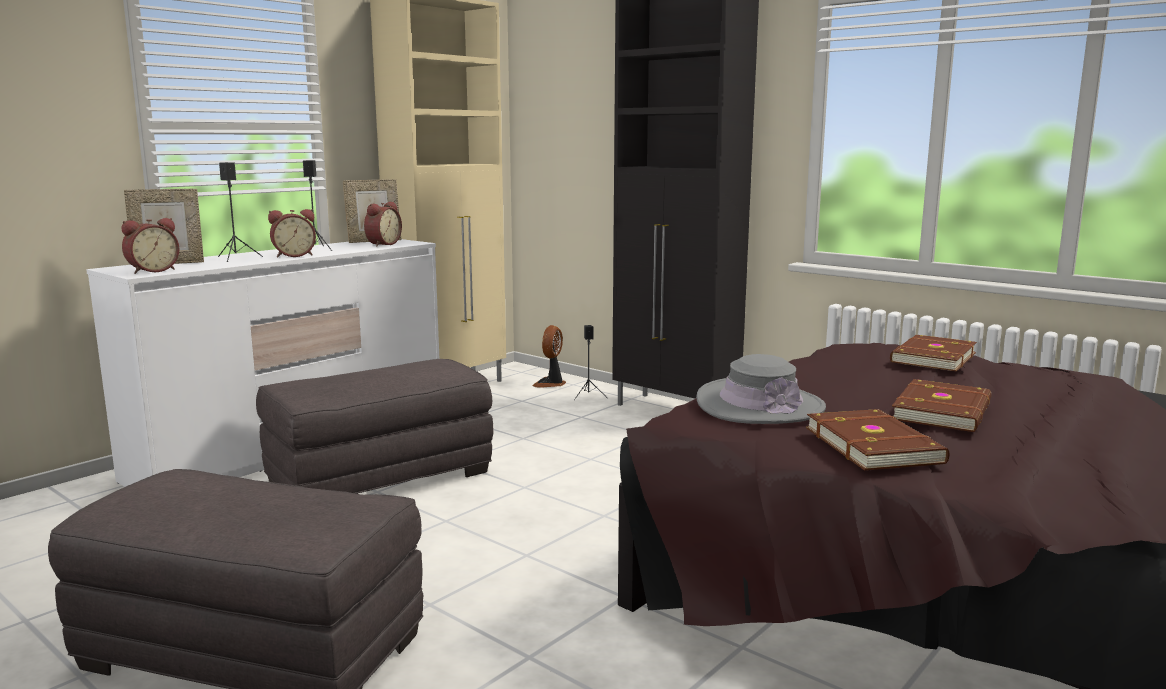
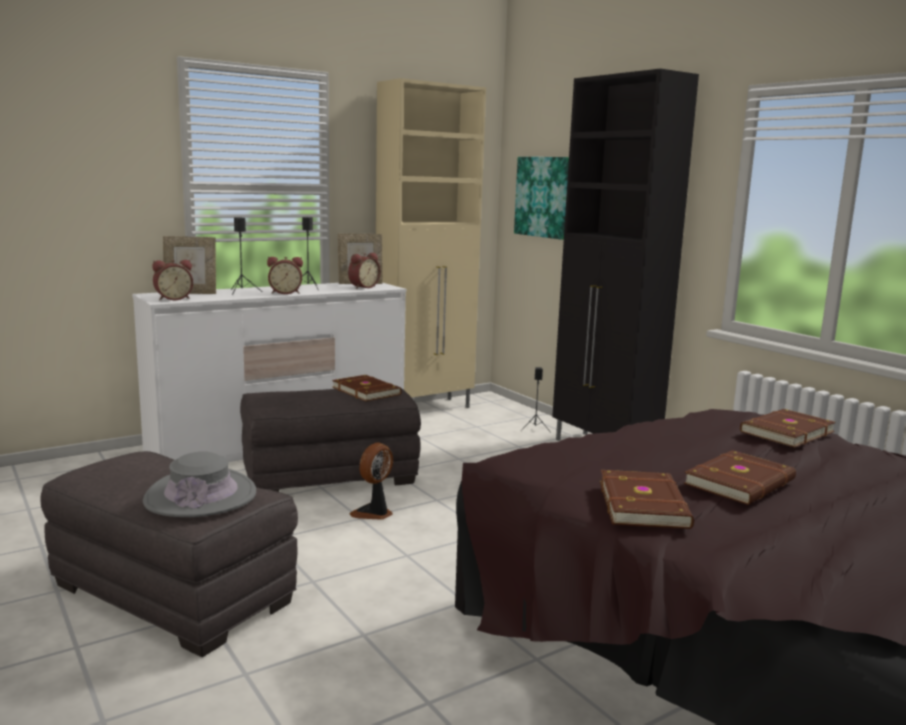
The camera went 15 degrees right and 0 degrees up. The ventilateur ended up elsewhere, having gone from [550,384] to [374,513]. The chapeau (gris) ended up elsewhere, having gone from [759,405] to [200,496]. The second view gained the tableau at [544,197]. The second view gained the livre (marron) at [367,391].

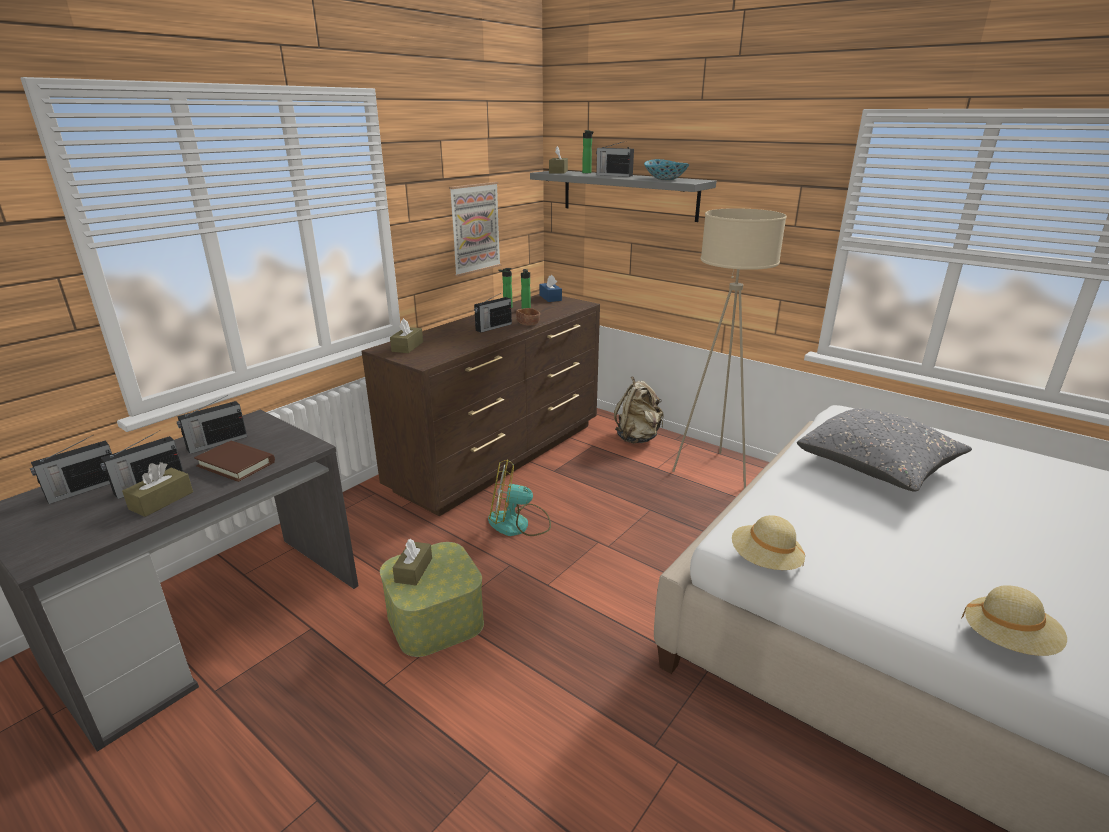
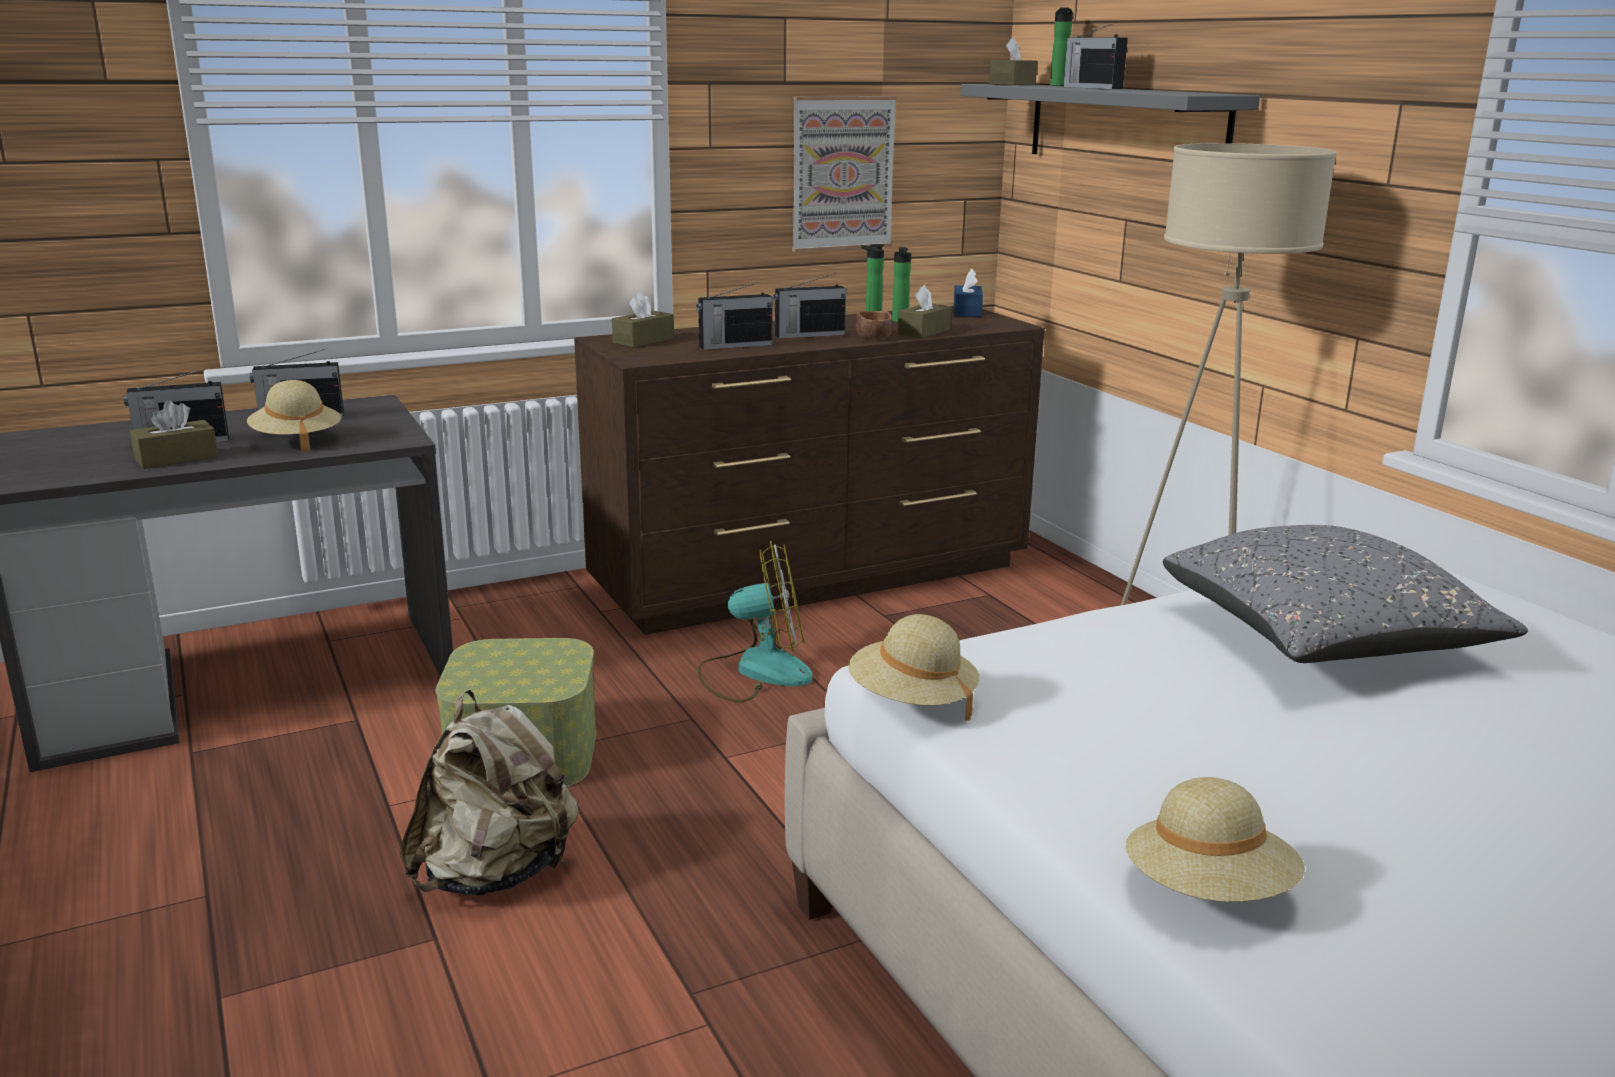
The camera went 25 degrees right and 5 degrees down. The second view lost the bol at [665,179]. The sac à dos (beige) ended up elsewhere, having gone from [637,438] to [496,874]. The radio ended up elsewhere, having gone from [82,489] to [734,345]. Where the livre (marron) stood at [236,464], the chapeau (beige) came to stand at [296,441]. The ventilateur at [518,524] ended up facing another way, 150 degrees clockwise from before. The boîte à mouchoirs (marron) ended up elsewhere, having gone from [413,570] to [924,332].

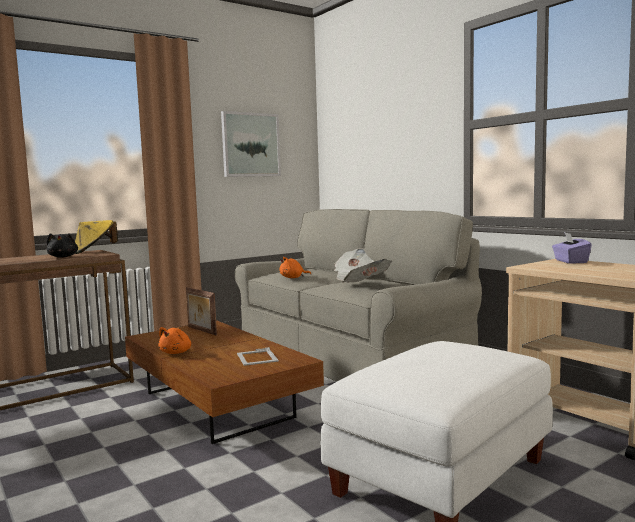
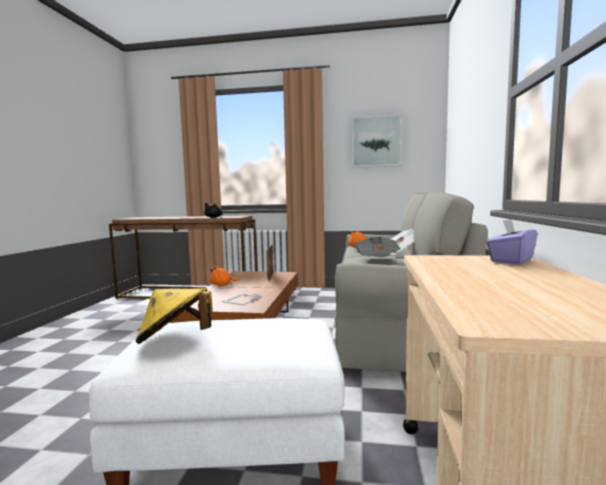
The camera went 45 degrees right and 0 degrees up. The chapeau (jaune) ended up elsewhere, having gone from [94,252] to [175,339].

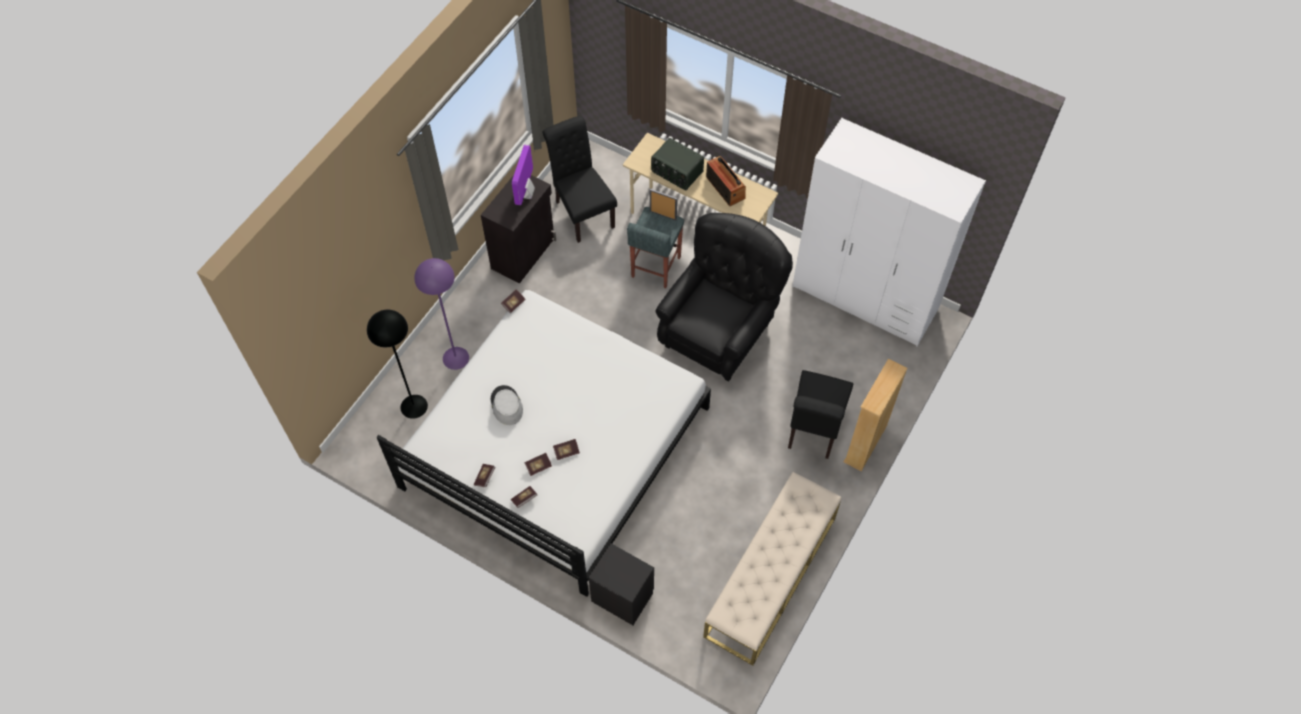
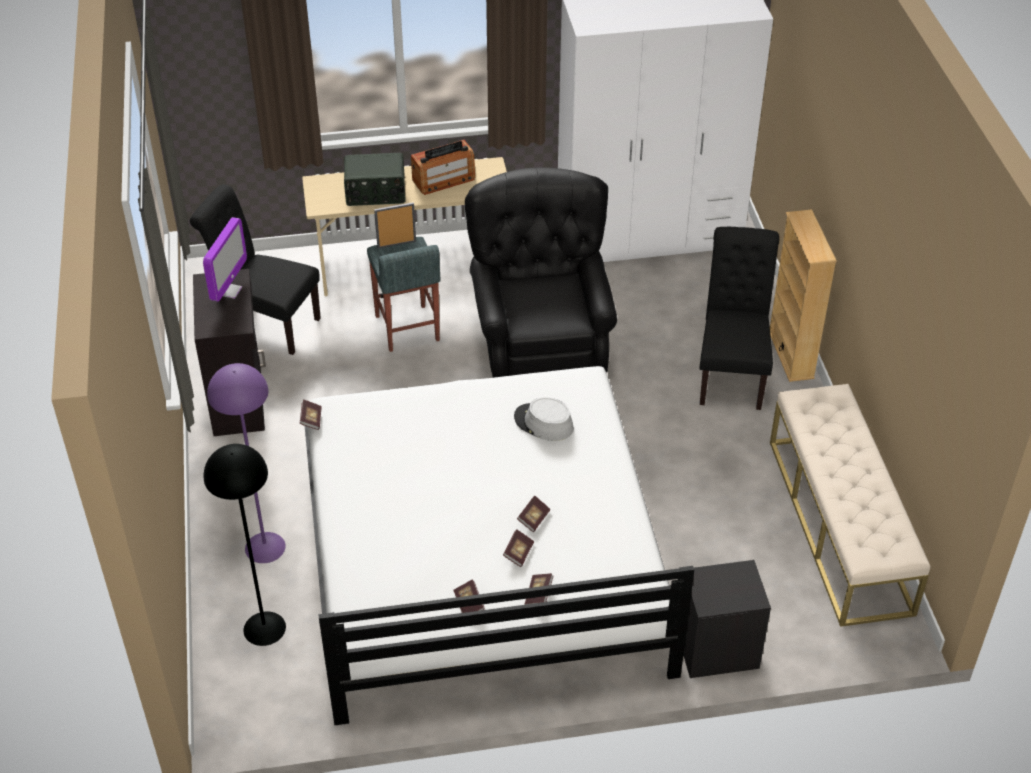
The camera went 40 degrees left and 15 degrees down. The écran d'ordinateur at [526,193] ended up facing another way, 135 degrees counterclockwise from before. The radio at [725,188] ended up facing another way, 135 degrees clockwise from before. The chaise (noir) at [813,431] ended up facing another way, 150 degrees counterclockwise from before. The chapeau (gris) ended up elsewhere, having gone from [506,405] to [543,423].

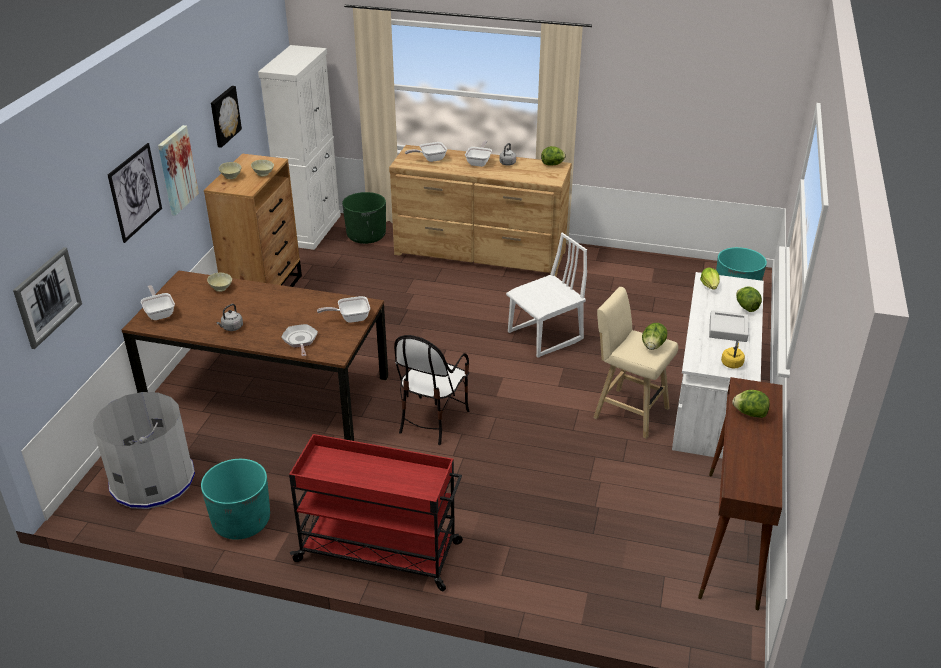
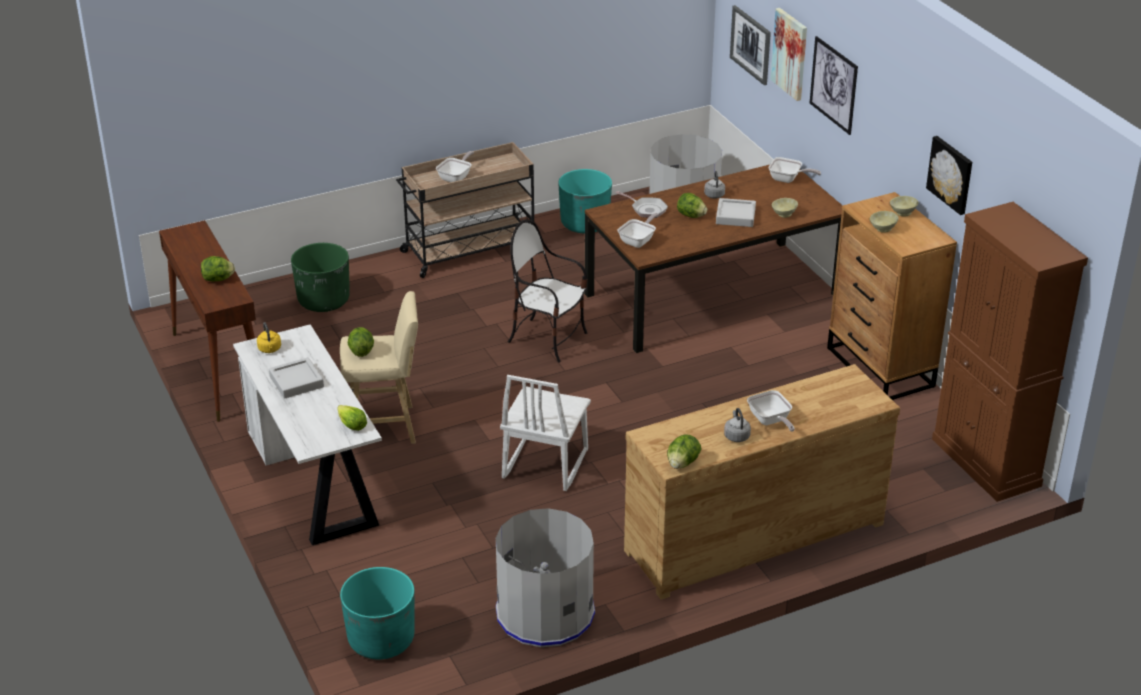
The camera went 140 degrees right and 0 degrees up. What was the meuble de rangement (blanc) at [311,229] turned into the meuble de rangement (marron) at [986,462]. The tableau ended up elsewhere, having gone from [177,170] to [790,54]. The poêle ended up elsewhere, having gone from [430,159] to [456,177]. The cache-pot (vert) ended up elsewhere, having gone from [366,236] to [323,300]. The laitue ended up elsewhere, having gone from [746,307] to [691,216]. The chaise at [432,420] ended up facing another way, 45 degrees counterclockwise from before. What was the chariot (rouge) at [380,552] turned into the chariot (beige) at [469,250]. The second view gained the plateau (gris) at [735,216]. The second view gained the poubelle (gris) at [545,613].

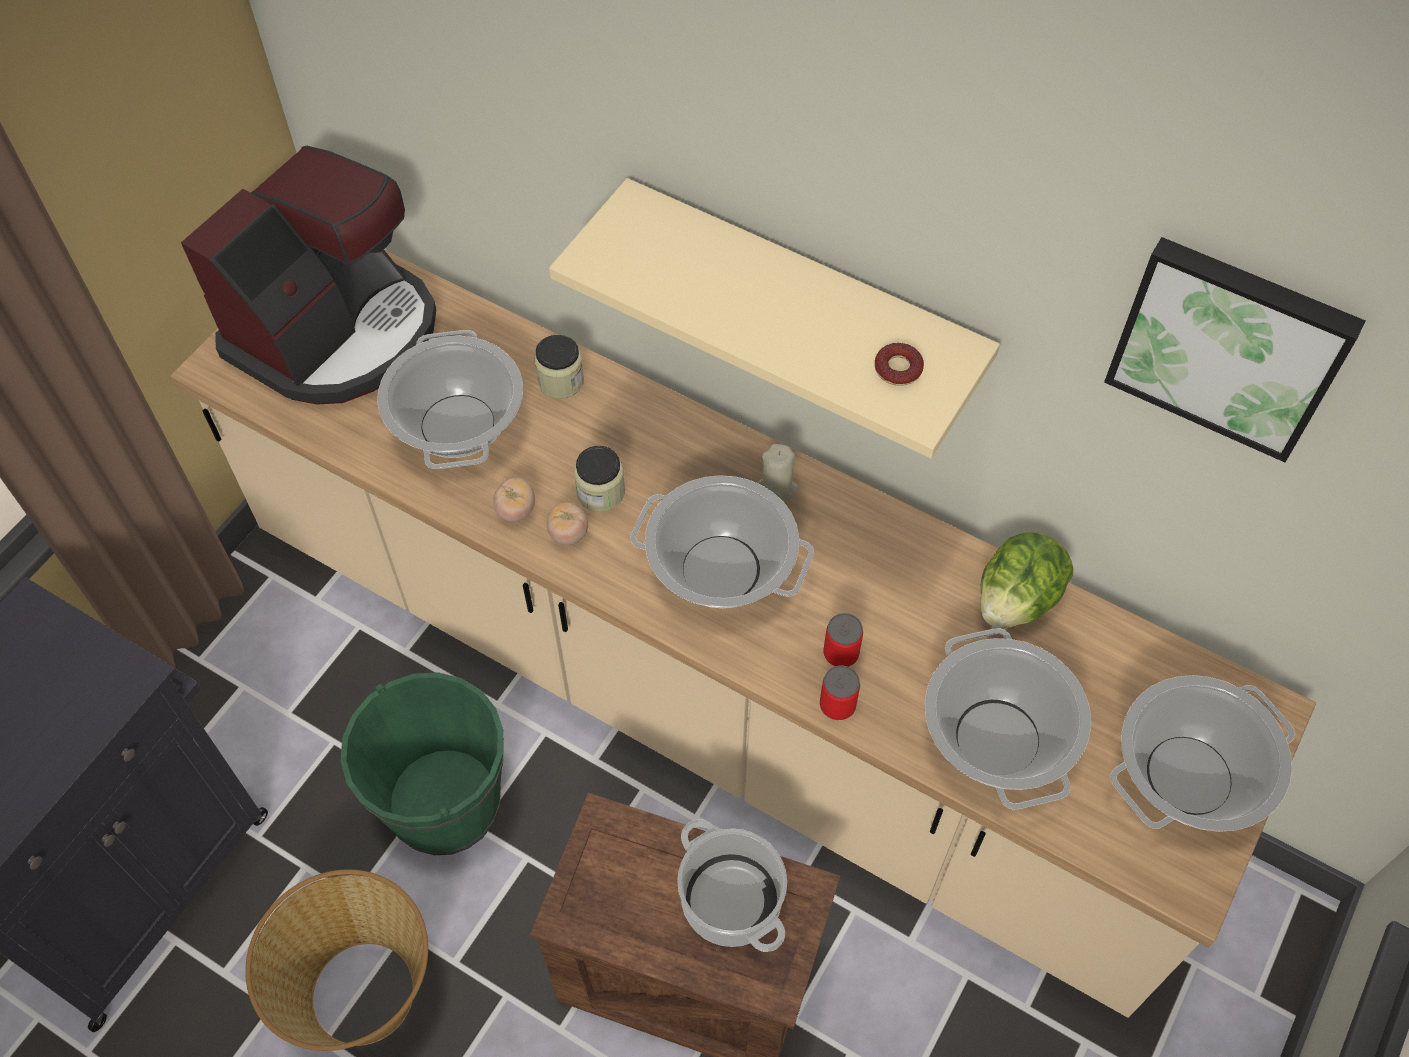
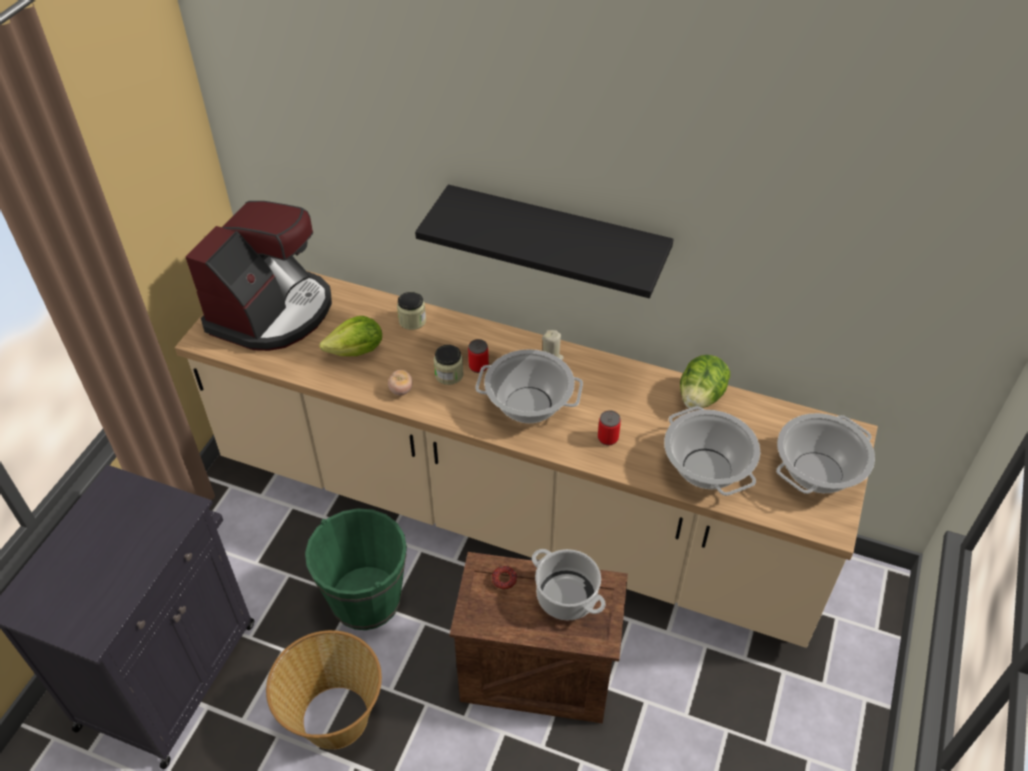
The camera went 10 degrees left and 10 degrees down. What was the étagère (beige) at [803,296] turned into the étagère (noir) at [556,236]. The second view lost the tableau at [1230,345]. Where the marmite stood at [459,426], the laitue came to stand at [357,351]. The beignet ended up elsewhere, having gone from [898,368] to [504,580]. The second view lost the tomate at [568,534]. The boîte métallique ended up elsewhere, having gone from [837,705] to [478,366].

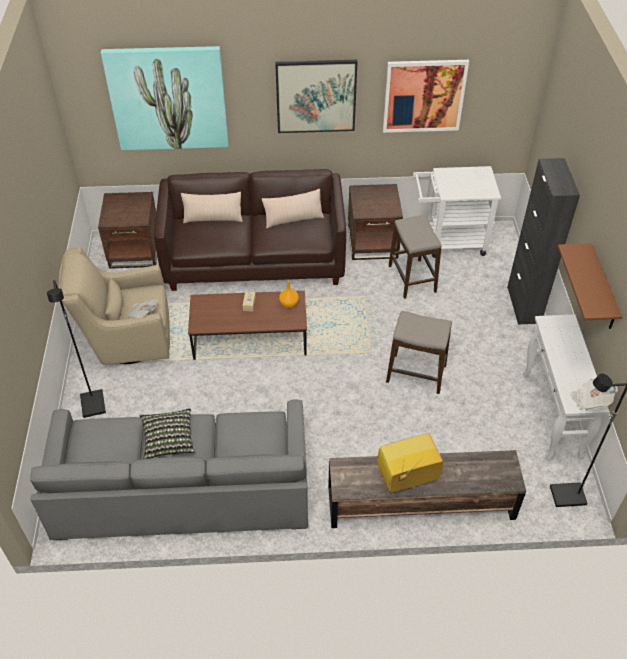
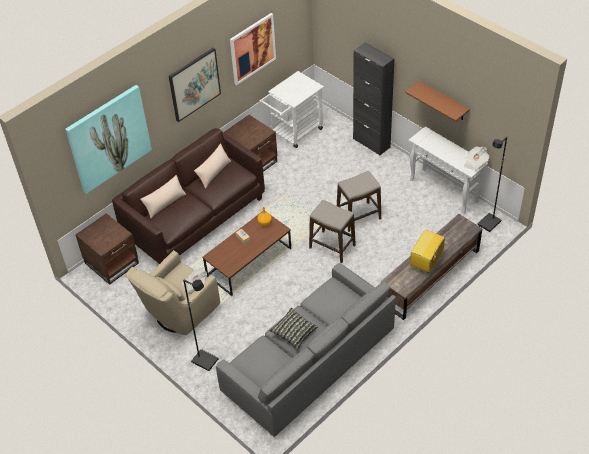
The camera went 40 degrees left and 0 degrees up. The tabouret ended up elsewhere, having gone from [412,278] to [332,246].

